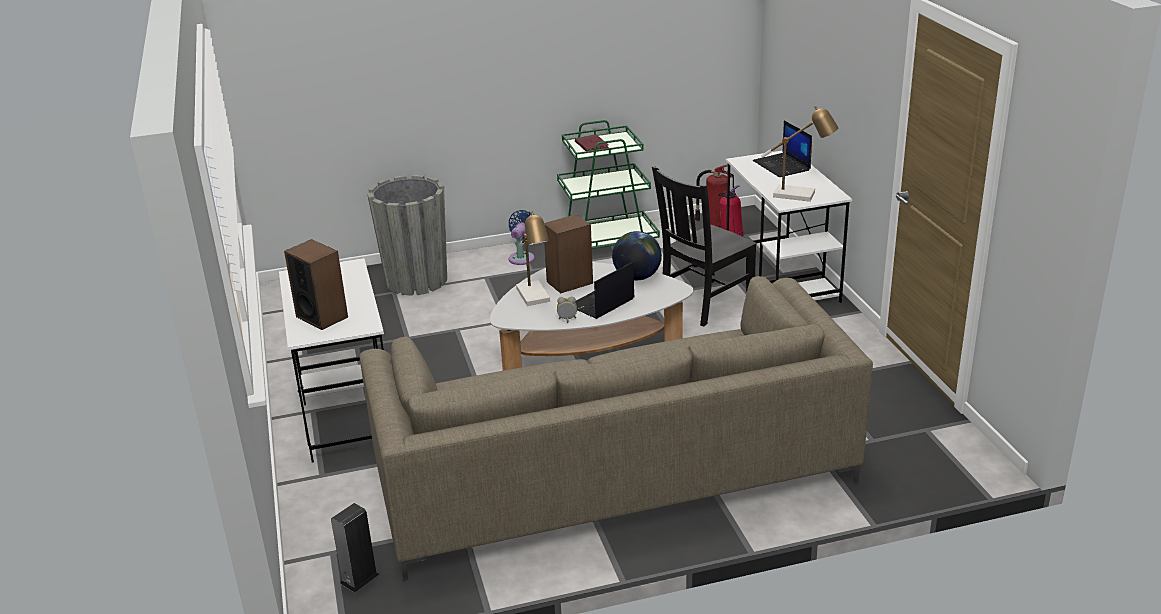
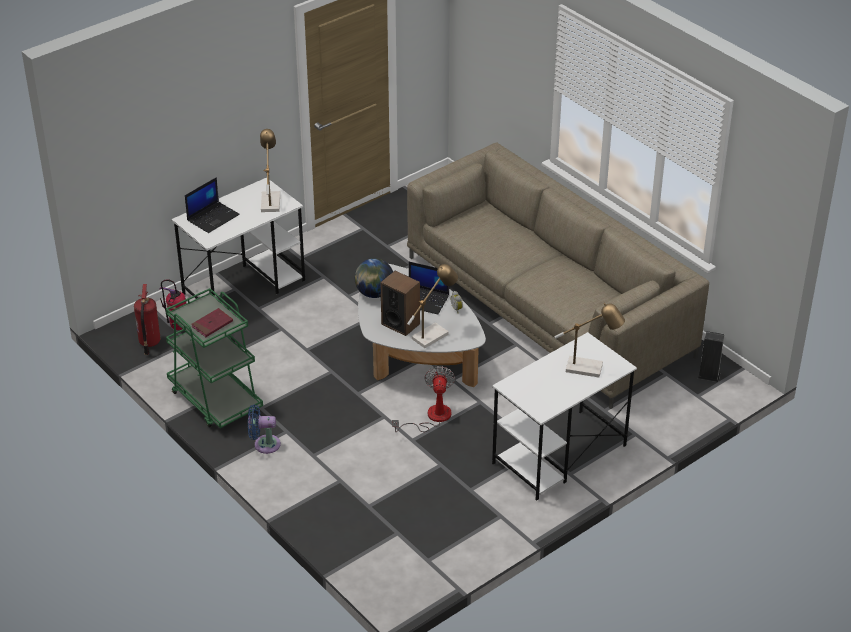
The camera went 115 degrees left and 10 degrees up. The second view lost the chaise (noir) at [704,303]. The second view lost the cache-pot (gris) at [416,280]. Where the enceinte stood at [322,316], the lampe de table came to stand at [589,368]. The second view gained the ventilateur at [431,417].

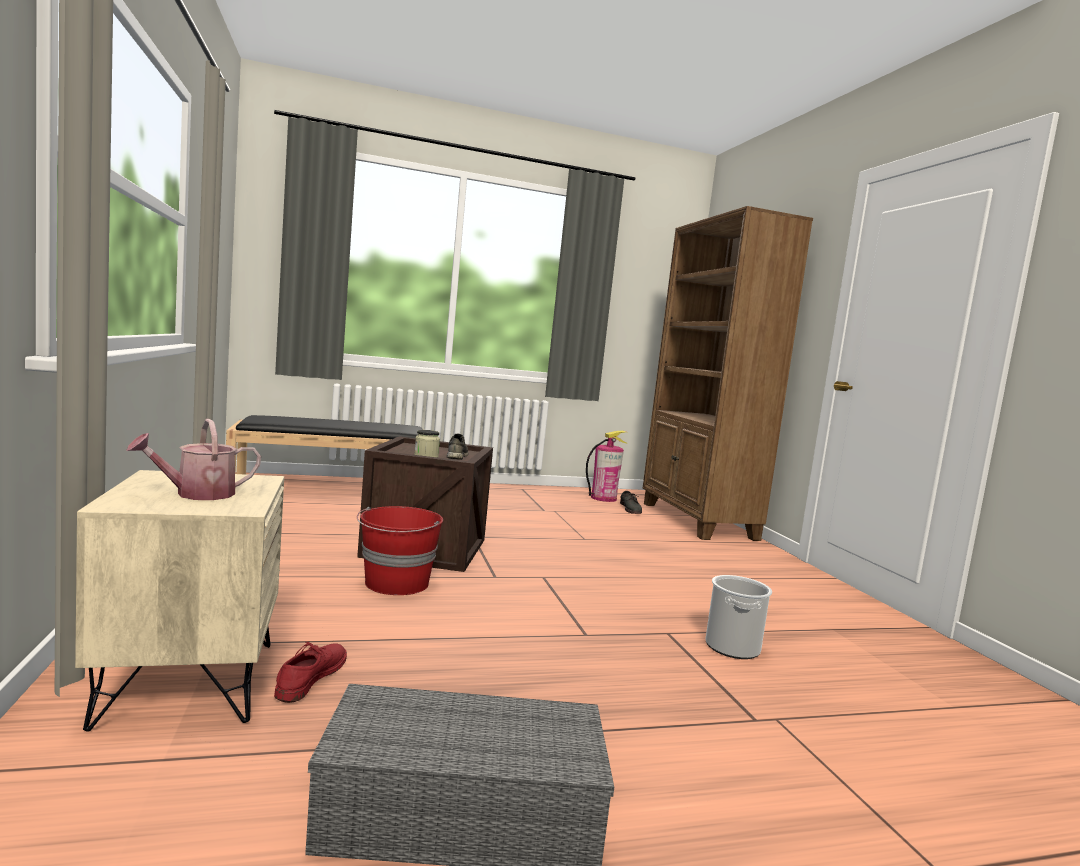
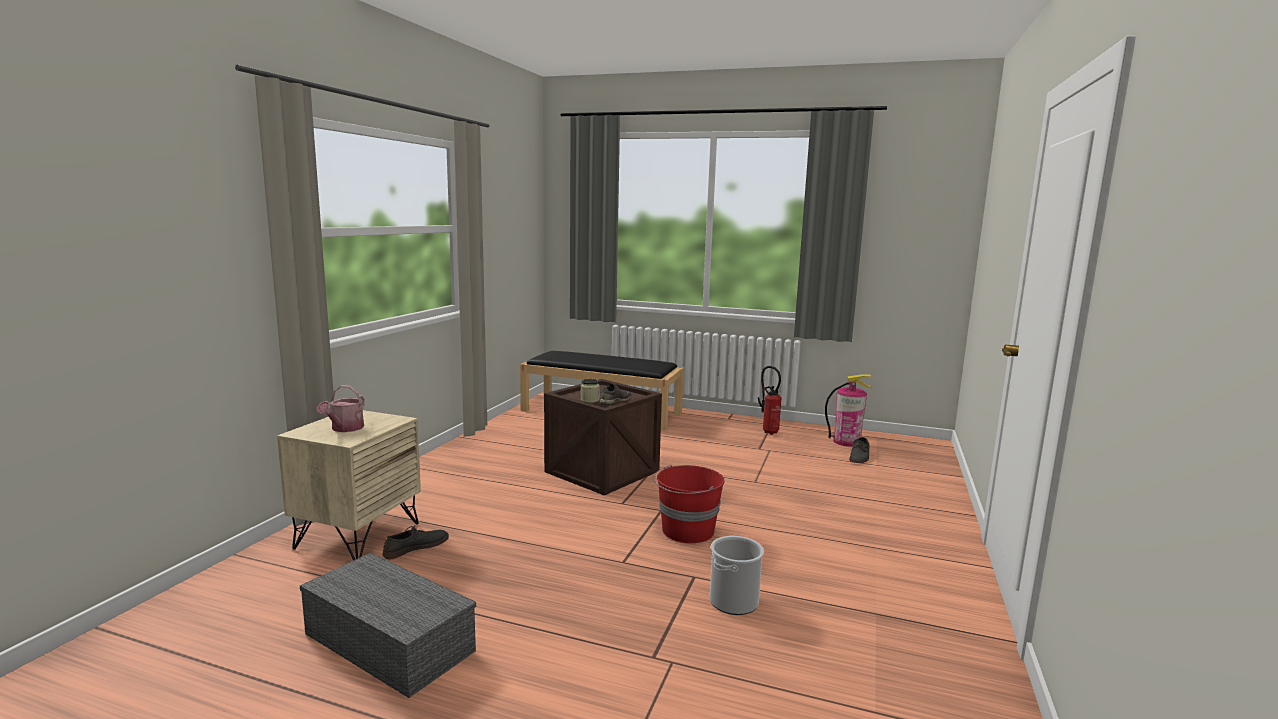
The camera went 35 degrees right and 5 degrees up. The second view lost the bibliothèque (marron) at [697,521]. The arrosoir at [197,494] ended up facing another way, 75 degrees counterclockwise from before. The seau (rouge) ended up elsewhere, having gone from [396,583] to [687,531]. What was the chaussure (rouge) at [311,676] turned into the chaussure (gris) at [416,547]. The second view gained the extincteur at [768,431].

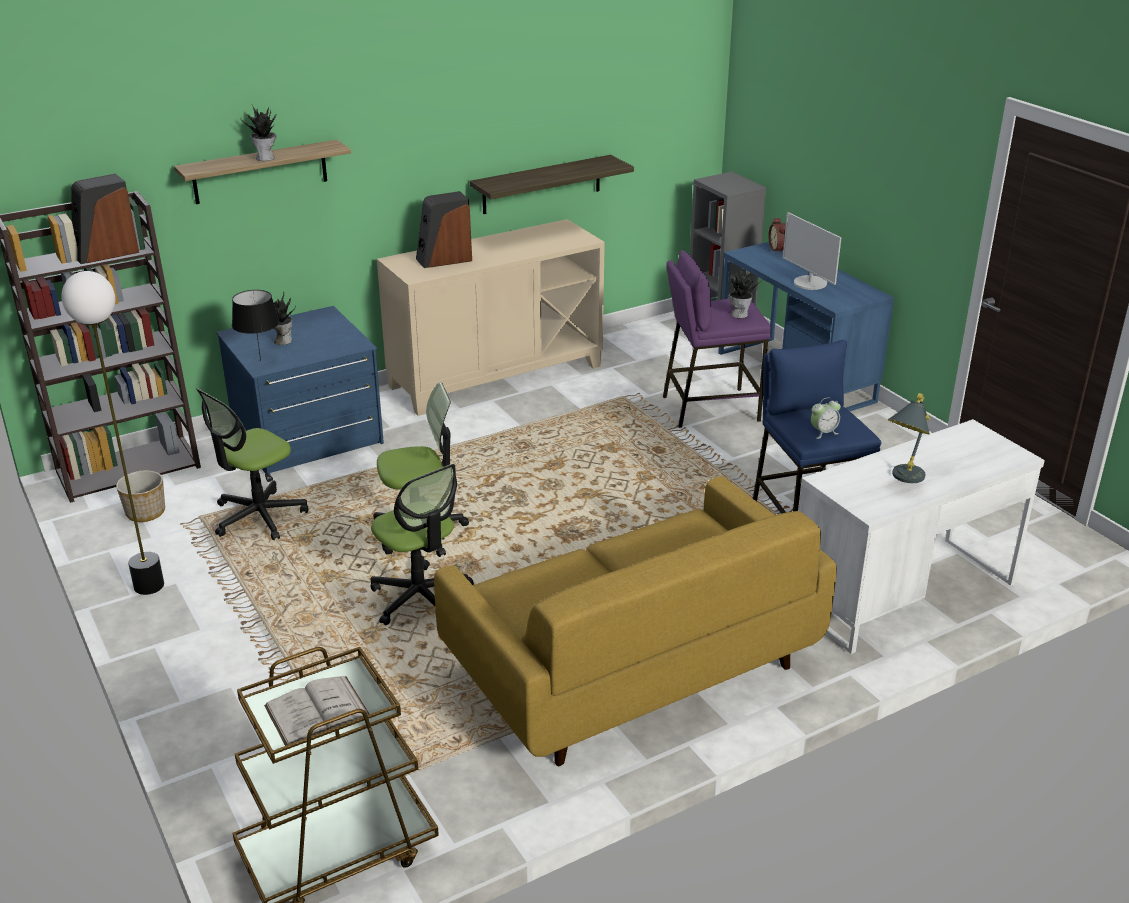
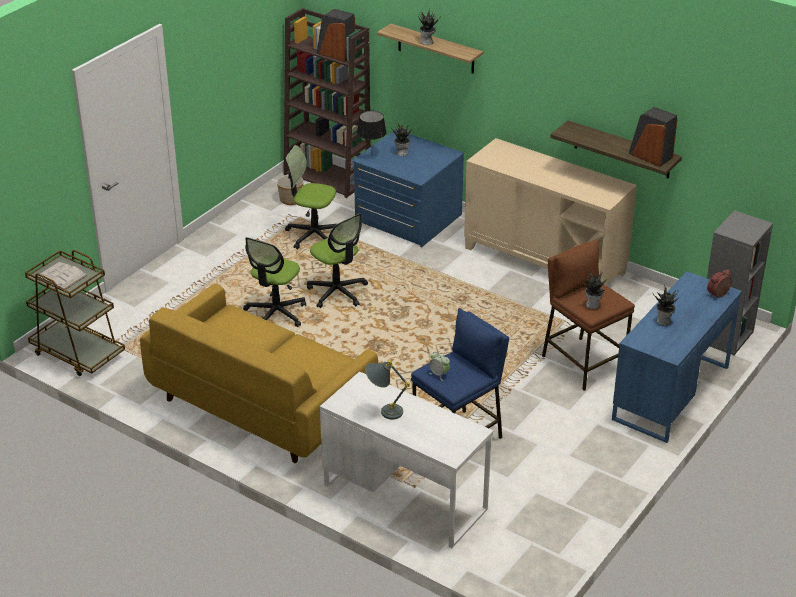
The camera went 65 degrees right and 5 degrees up. The enceinte ended up elsewhere, having gone from [444,259] to [650,156]. Where the écran d'ordinateur stood at [810,283], the plante en pot came to stand at [664,321]. What was the tabouret (violet) at [710,408] turned into the tabouret (marron) at [583,363]. The second view lost the lampadaire at [149,585].

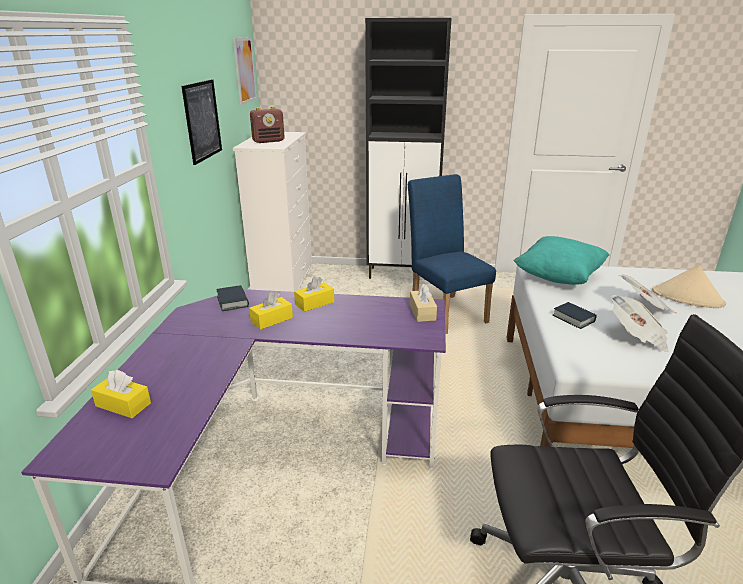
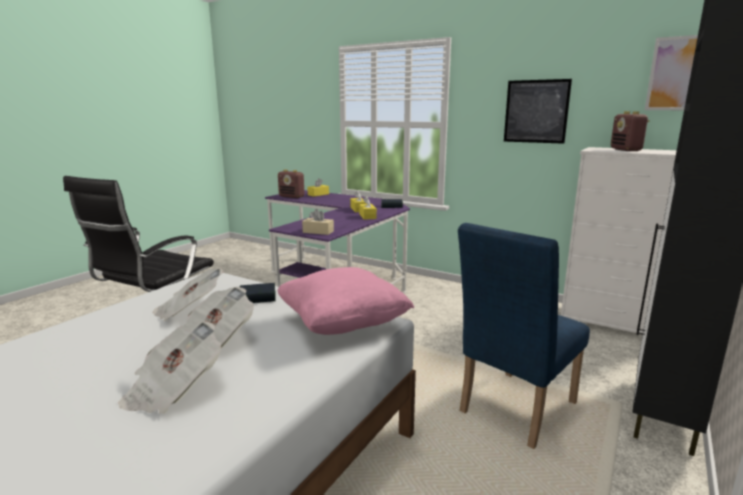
The camera went 115 degrees right and 10 degrees down. The chaise (bleu) at [445,311] ended up facing another way, 135 degrees clockwise from before. What was the coussin (turquoise) at [558,277] turned into the coussin (rose) at [342,325]. Where the chapeau (beige) stood at [687,298], the journal came to stand at [173,389]. The second view gained the radio at [292,197].

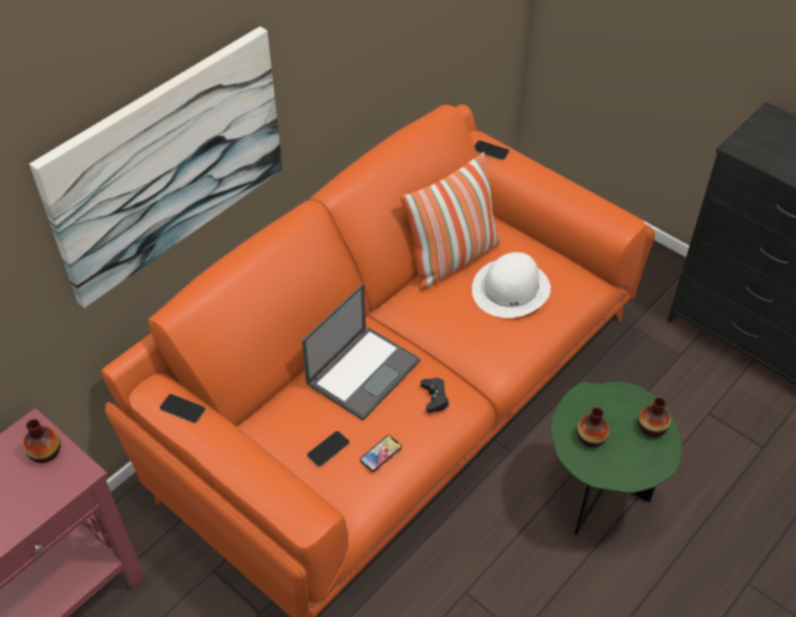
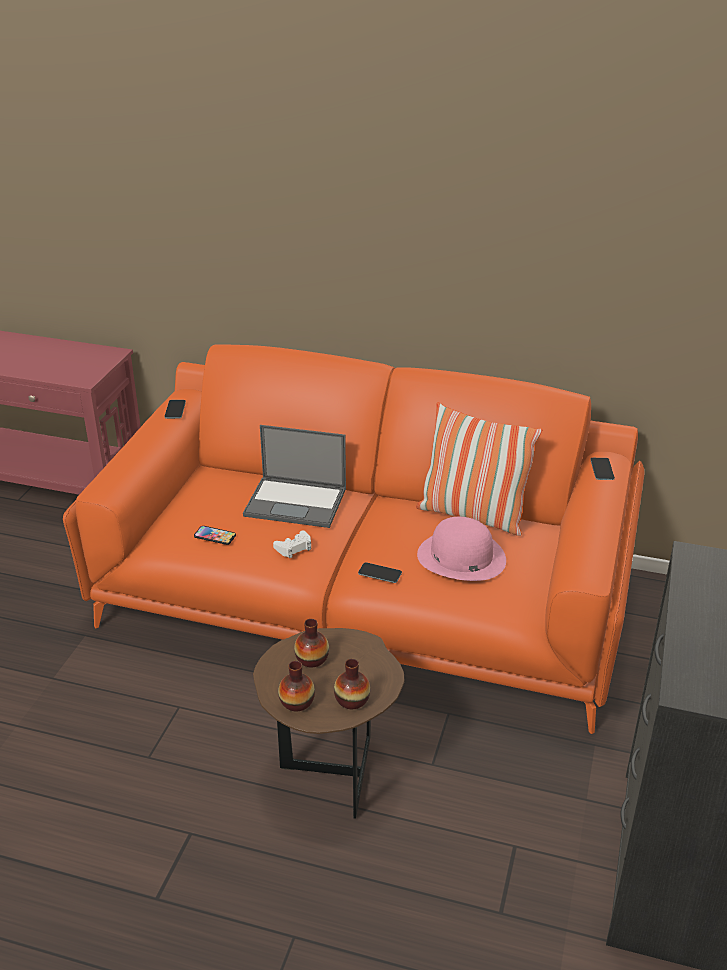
The camera went 65 degrees right and 15 degrees down. The second view lost the tableau at [168,164]. What was the chapeau (blanc) at [511,289] turned into the chapeau (rose) at [461,557]. What was the manette (noir) at [435,397] turned into the manette (blanc) at [294,548]. What was the table d'appoint (vert) at [597,501] turned into the table d'appoint (marron) at [330,774]. The vase ended up elsewhere, having gone from [45,452] to [297,702]. The téléphone ended up elsewhere, having gone from [328,449] to [380,573].

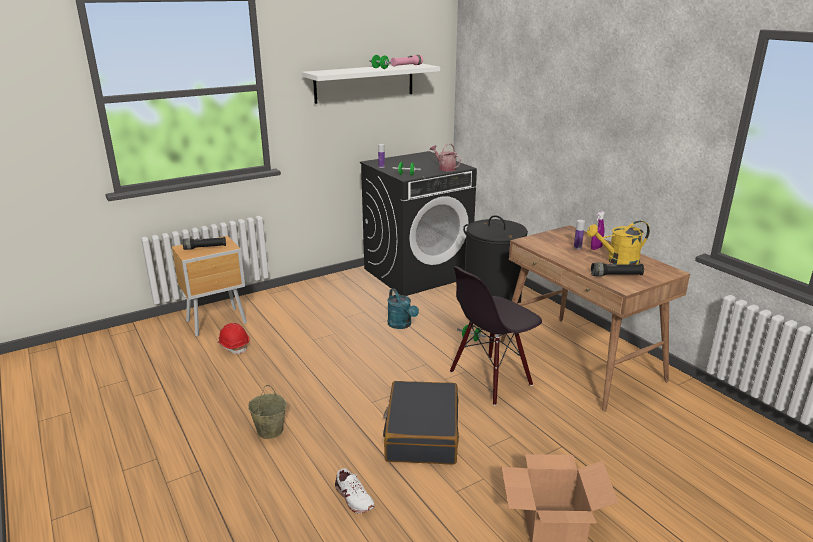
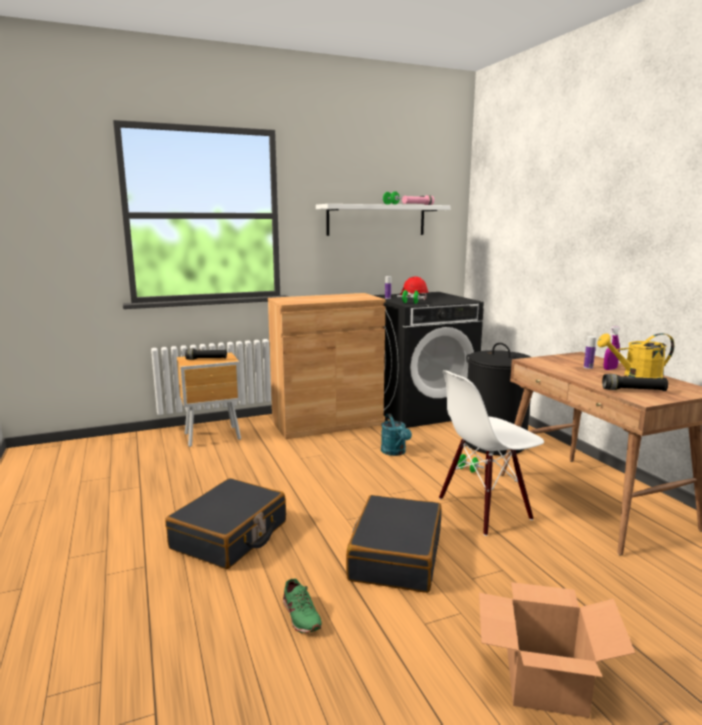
The camera went 10 degrees right and 10 degrees down. The second view lost the arrosoir at [445,168]. What was the chaise (noir) at [490,379] turned into the chaise (blanc) at [484,509]. The casque de chantier (rouge) ended up elsewhere, having gone from [234,346] to [413,298]. Where the seau (beige) stood at [269,430], the valise (noir) came to stand at [230,535]. What was the chaussure (blanc) at [353,498] turned into the chaussure (vert) at [300,615]. The second view gained the meuble de rangement (marron) at [327,423].

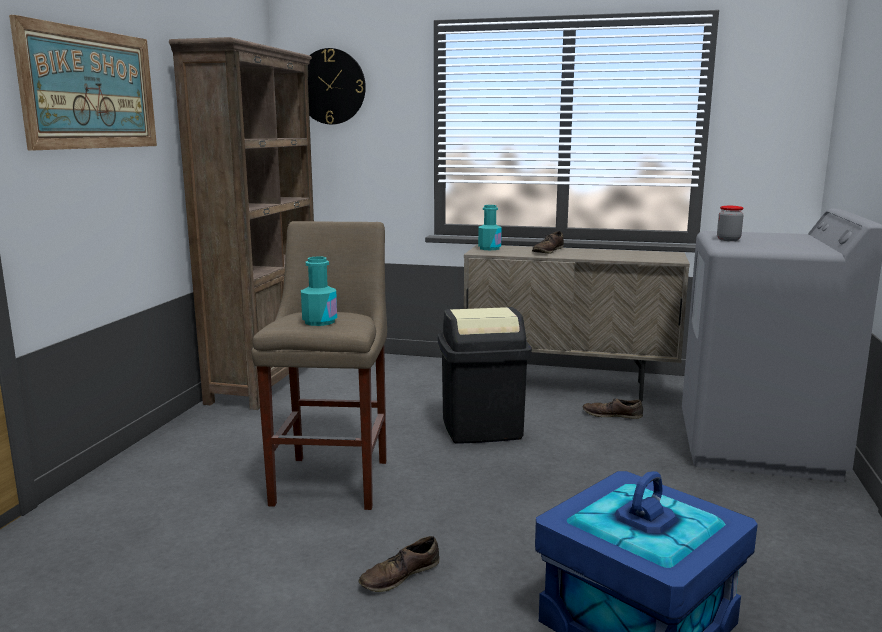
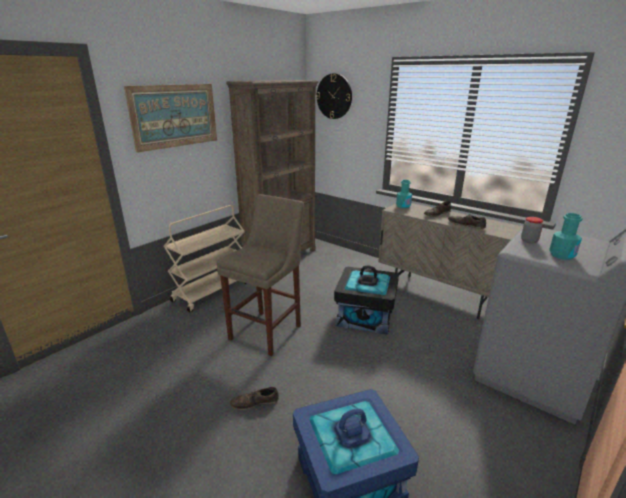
The camera went 25 degrees right and 10 degrees up. The bouteille (turquoise) ended up elsewhere, having gone from [319,322] to [562,255]. Where the poubelle (noir) stood at [481,428], the boîte de rangement (noir) came to stand at [365,316]. The chaussure (marron) ended up elsewhere, having gone from [612,415] to [466,225]. The second view gained the chariot (beige) at [211,291].

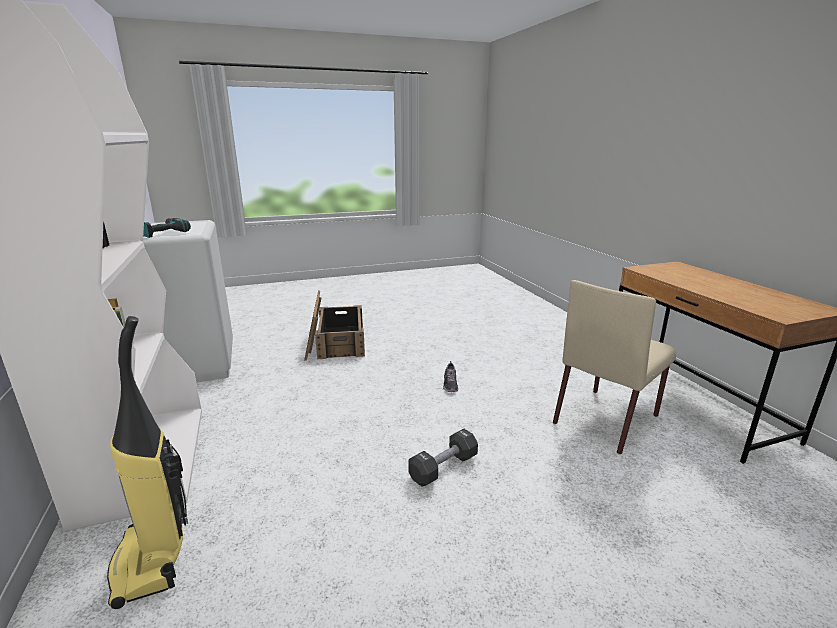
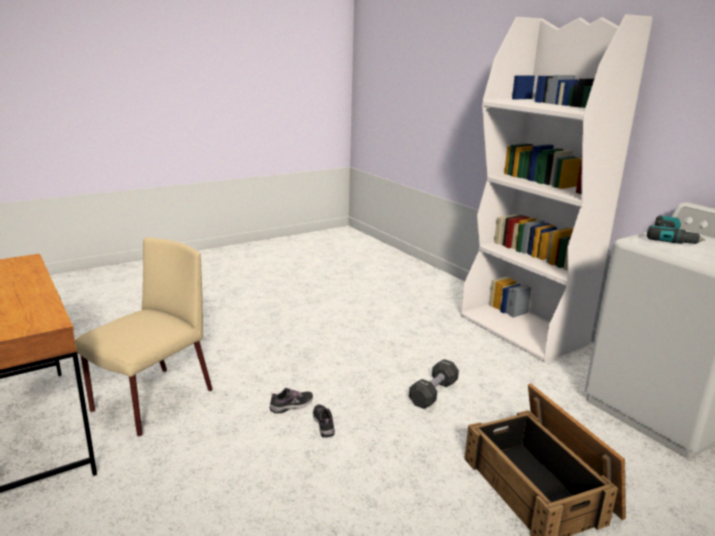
The camera went 165 degrees right and 0 degrees up. The second view lost the aspirateur at [153,560]. The haltère (noir) ended up elsewhere, having gone from [443,468] to [433,393]. The second view gained the chaussure at [292,405].

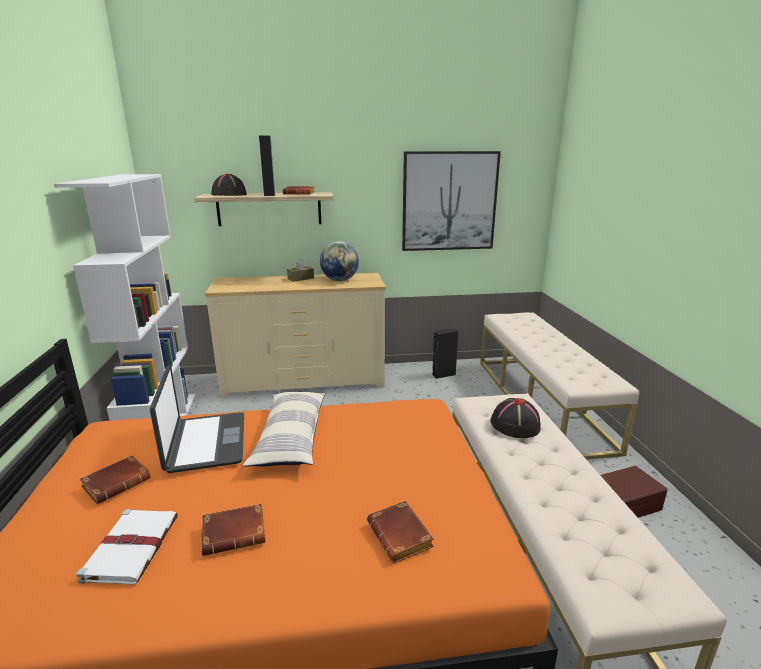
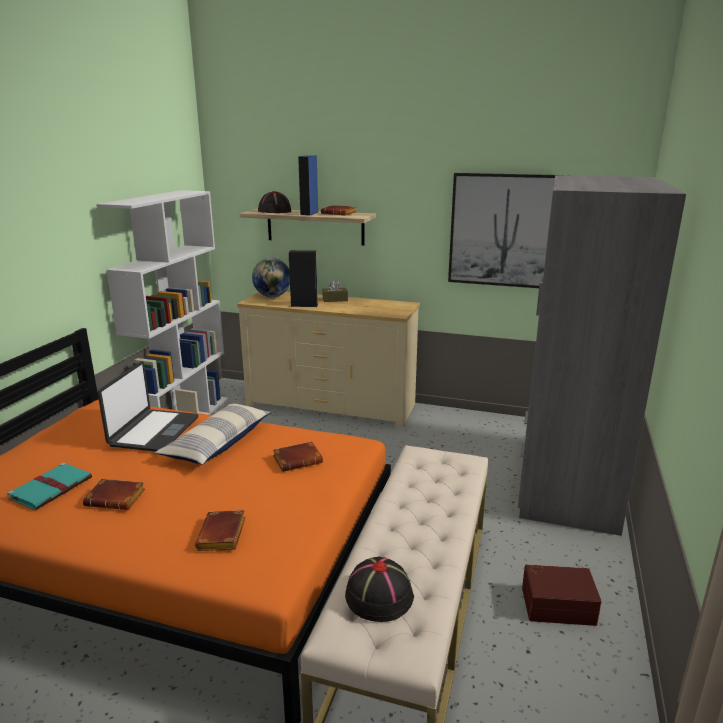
The camera went 25 degrees right and 0 degrees up. The globe ended up elsewhere, having gone from [340,280] to [272,296]. Where the banc (beige) stood at [540,401], the armoire (gris) came to stand at [566,480]. The enceinte (noir) ended up elsewhere, having gone from [443,375] to [304,305]. The chapeau (noir) ended up elsewhere, having gone from [514,425] to [378,596]. The livre (marron) ended up elsewhere, having gone from [118,482] to [298,460]. What was the livre (blanc) at [132,546] turned into the livre (turquoise) at [52,488].

